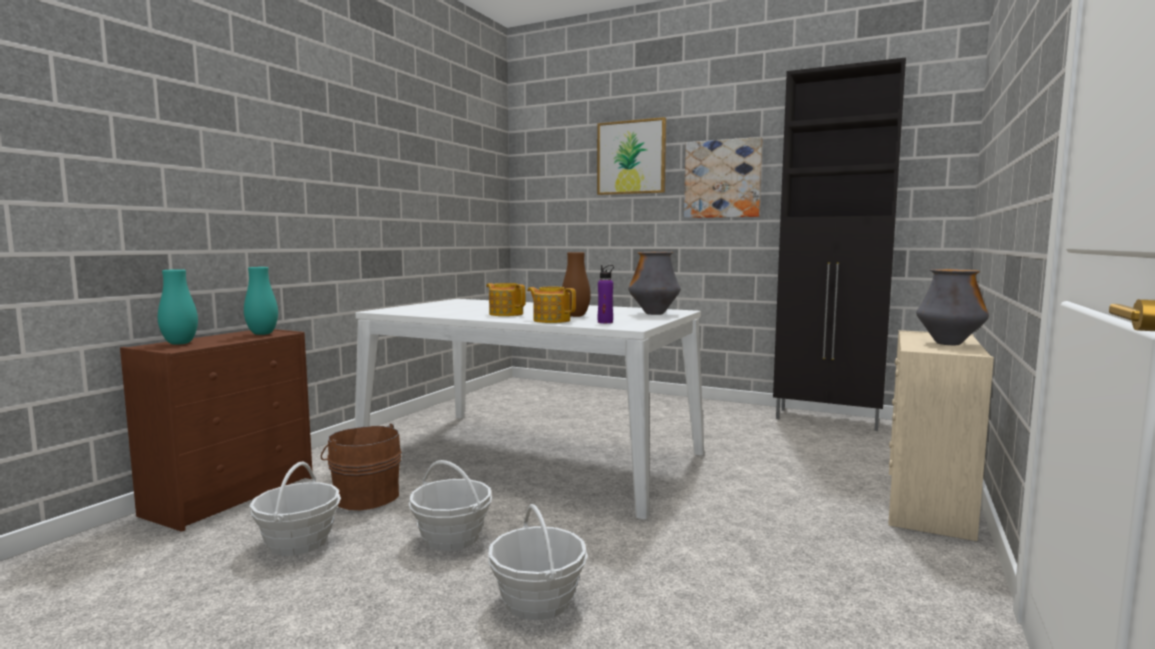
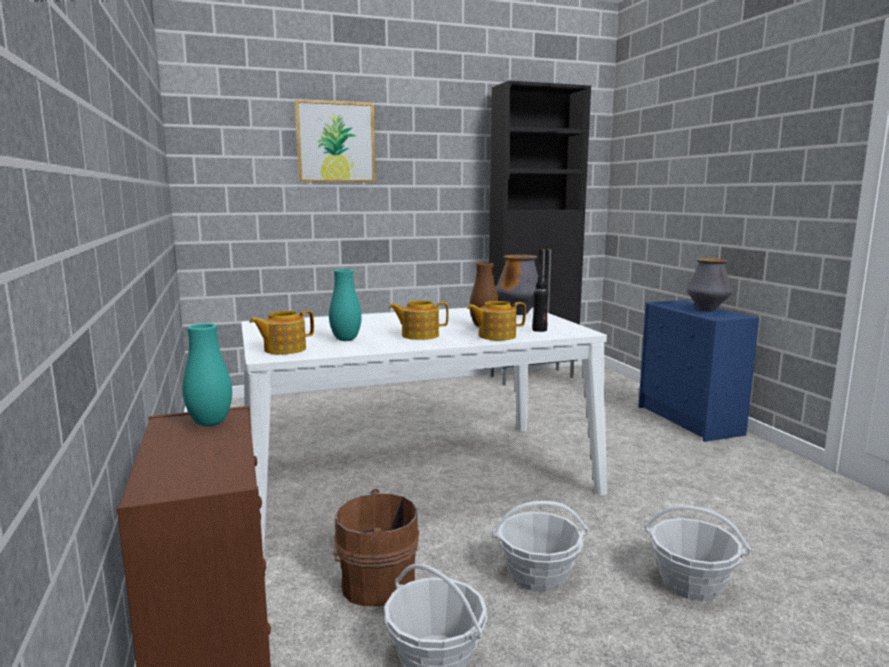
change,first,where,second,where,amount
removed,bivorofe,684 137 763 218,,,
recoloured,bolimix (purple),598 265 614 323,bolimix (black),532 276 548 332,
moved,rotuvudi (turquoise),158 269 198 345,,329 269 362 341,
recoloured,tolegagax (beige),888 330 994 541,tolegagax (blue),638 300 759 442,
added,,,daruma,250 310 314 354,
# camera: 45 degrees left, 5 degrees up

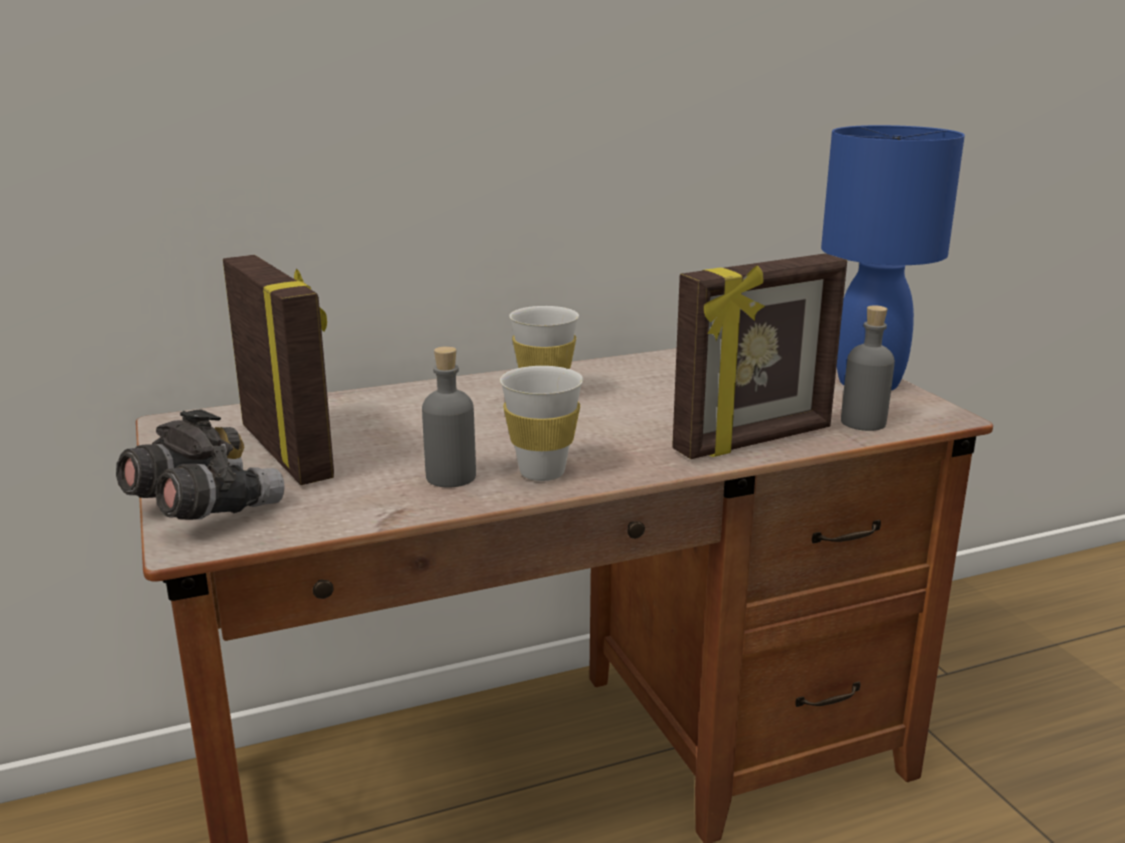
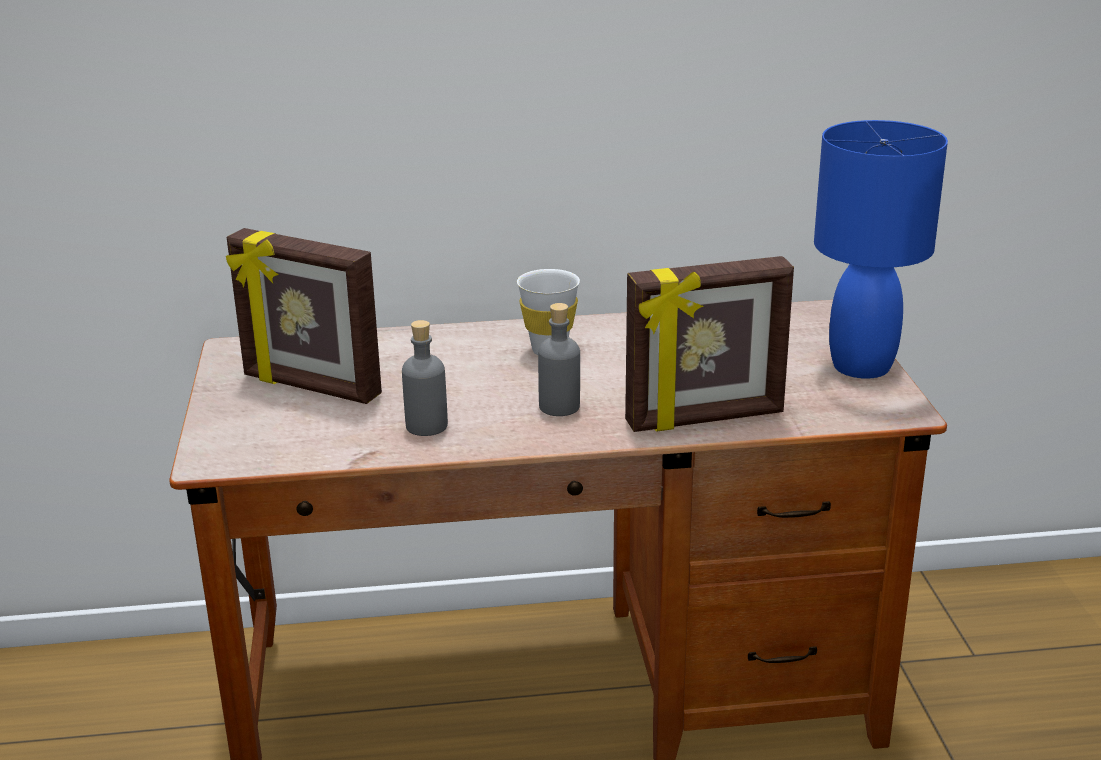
change,first,where,second,where,amount
turned,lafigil,223 255 334 485,,226 228 382 404,135 degrees clockwise
moved,bolimix (grey),841 305 895 431,,538 303 580 416,
removed,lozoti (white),500 366 583 481,,,
removed,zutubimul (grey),116 409 285 520,,,
# camera: 15 degrees right, 5 degrees up

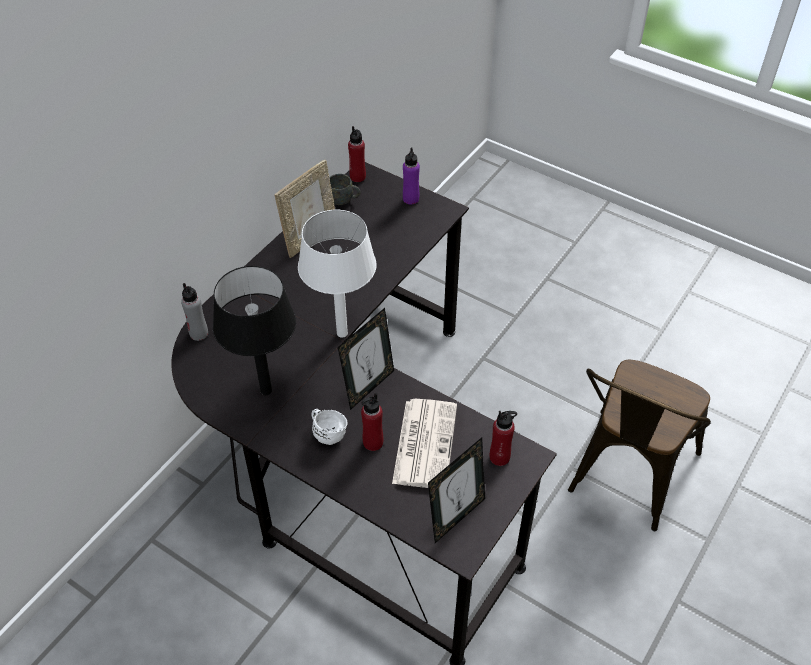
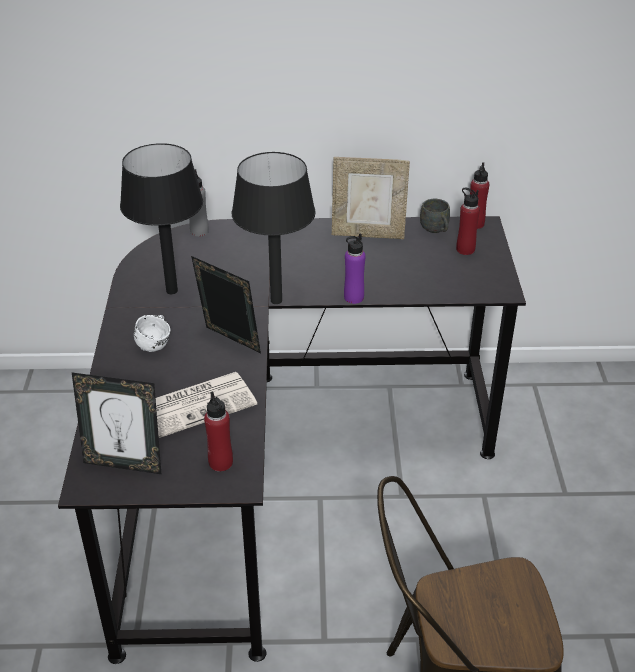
change,first,where,second,where,amount
moved,bolimix (purple),403 147 420 204,,344 233 366 304,
recoloured,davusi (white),298 210 376 338,davusi (black),232 152 316 304,
turned,lafigil,338 308 394 410,,191 256 261 353,150 degrees counterclockwise
moved,bolimix (red),361 393 384 451,,456 188 480 255,
# camera: 55 degrees right, 10 degrees down

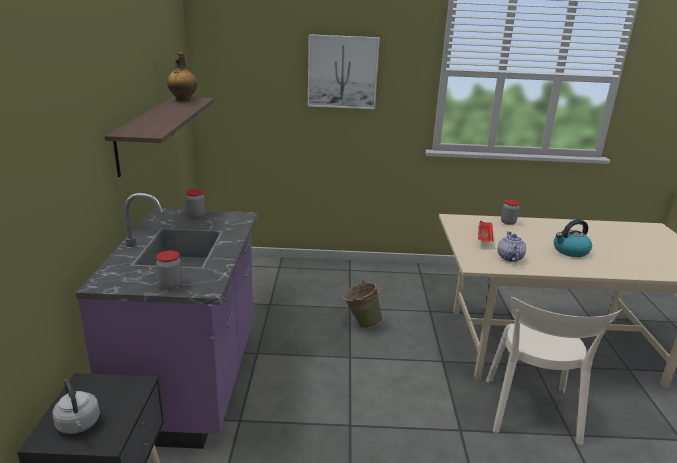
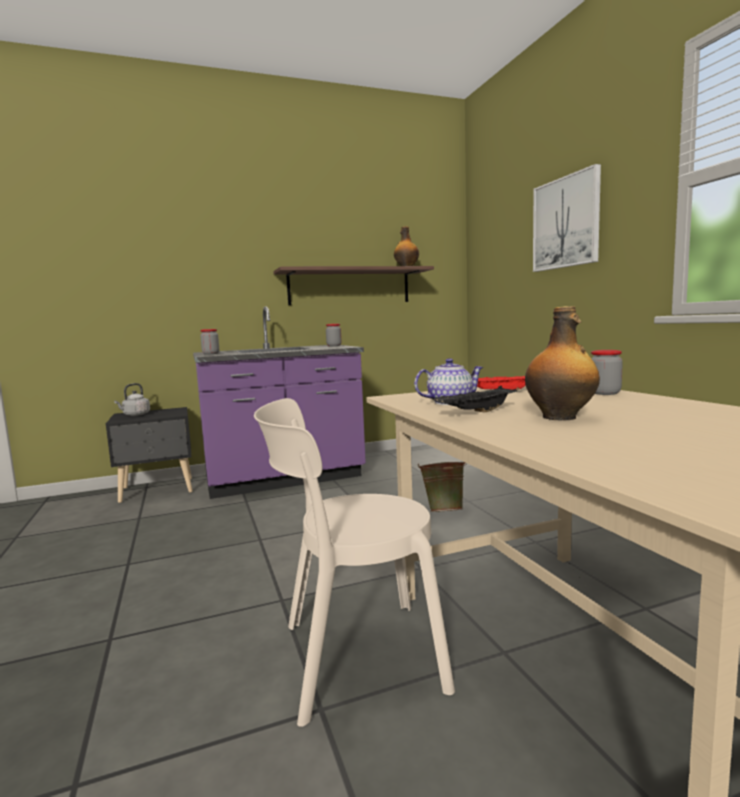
change,first,where,second,where,amount
replaced,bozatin,554 219 592 257,bolimix,525 306 600 421,
added,,,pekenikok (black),432 386 517 413,
# camera: 70 degrees right, 15 degrees down

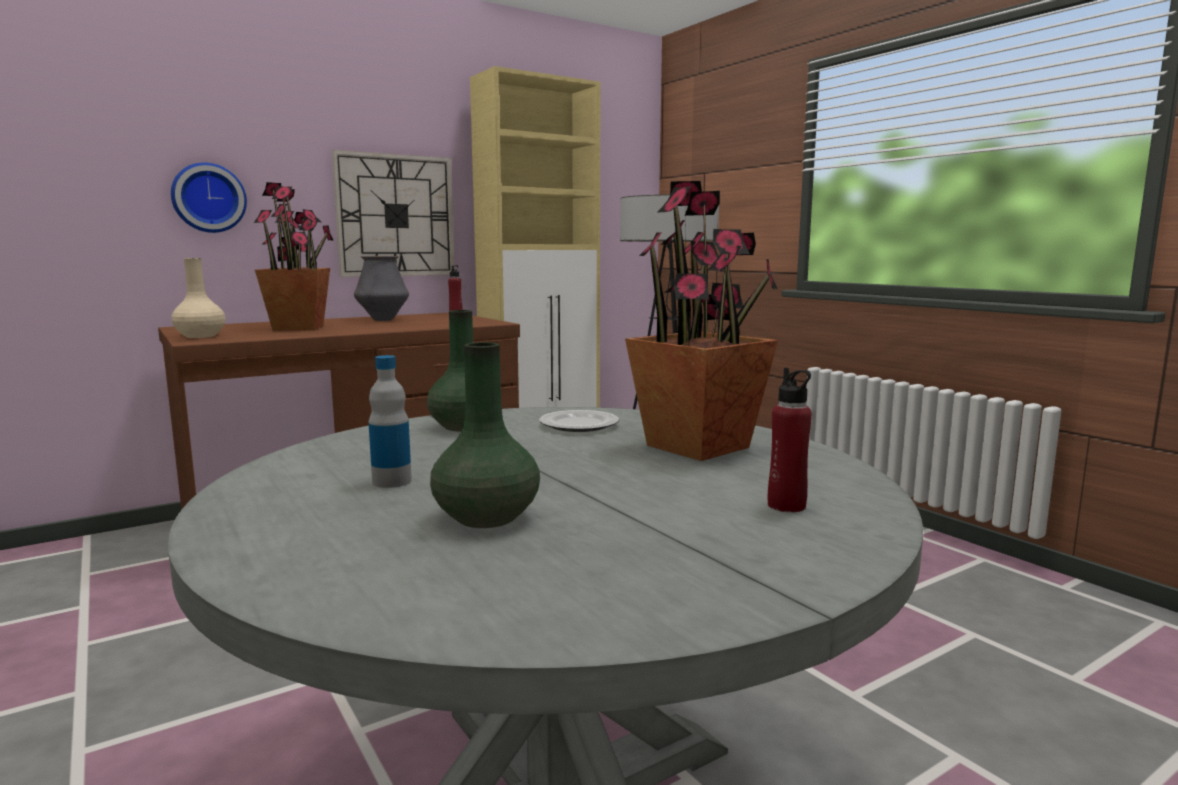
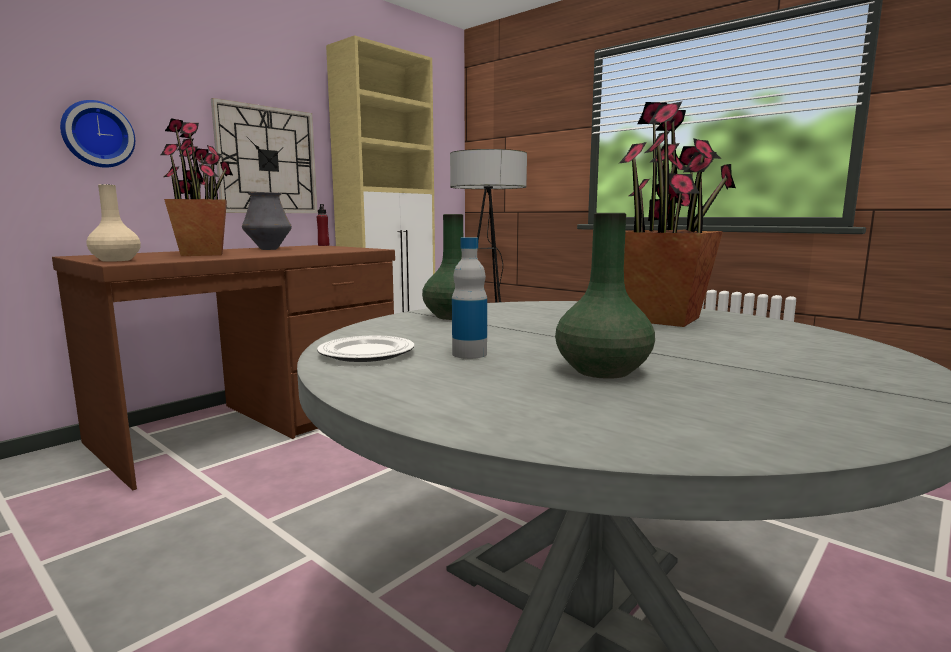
change,first,where,second,where,amount
removed,bolimix (red),768 368 812 512,,,
moved,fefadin,539 410 619 432,,317 335 414 362,
# camera: 15 degrees left, 0 degrees up

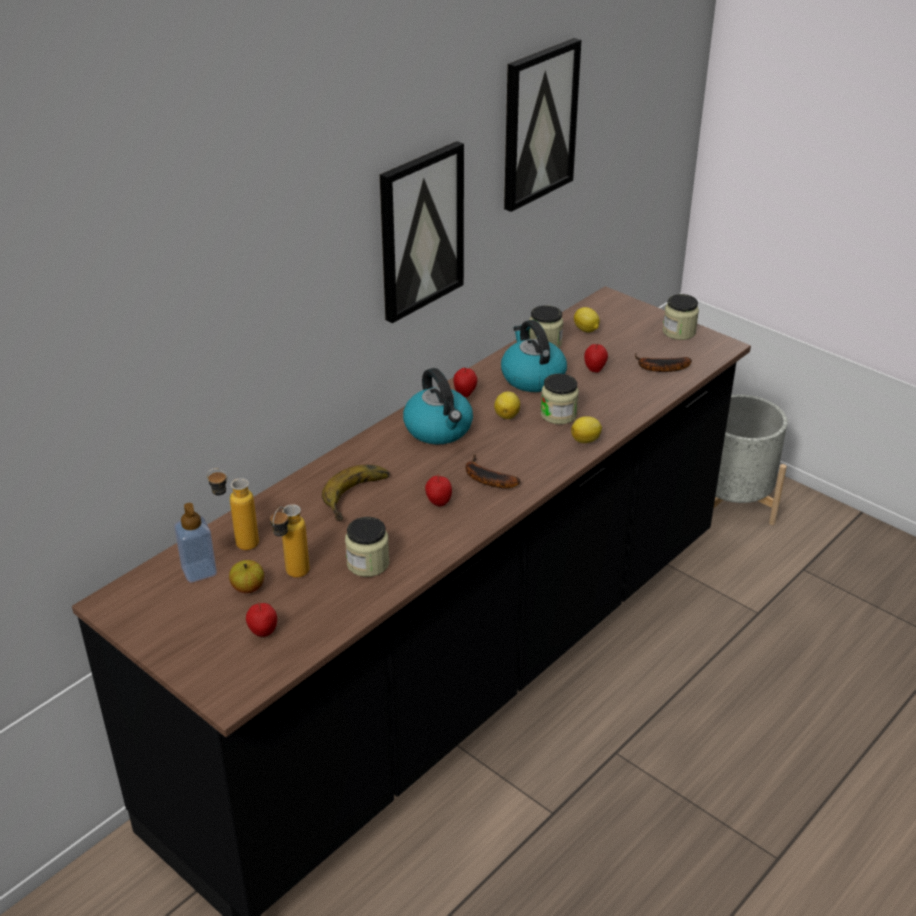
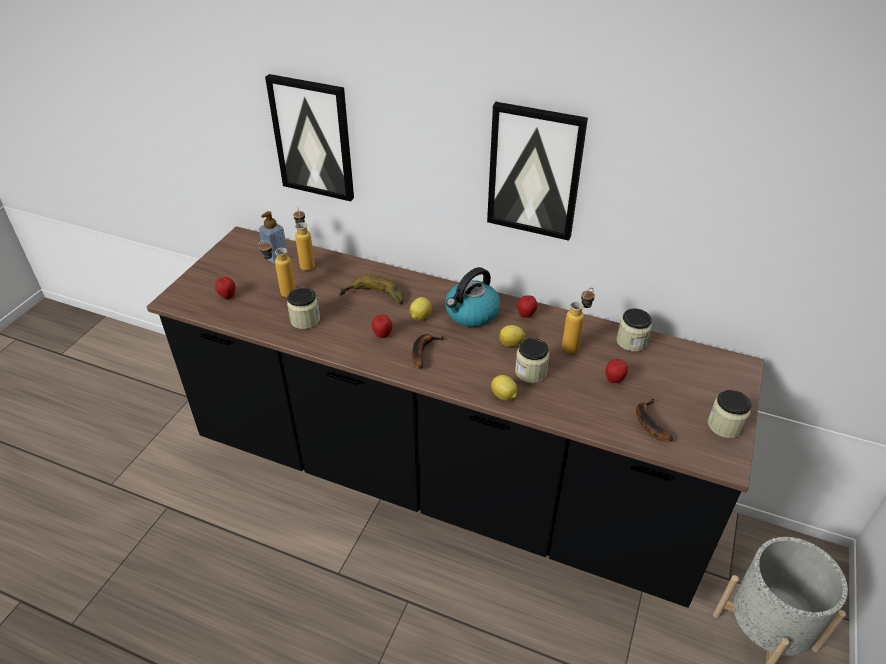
change,first,where,second,where,amount
moved,bivorofe,504 38 581 212,,265 74 354 201,
moved,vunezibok,574 307 600 333,,409 297 432 320,
replaced,bozatin,501 320 567 392,bolimix,562 288 595 354,
removed,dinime,229 560 264 593,,,
# camera: 70 degrees right, 5 degrees up

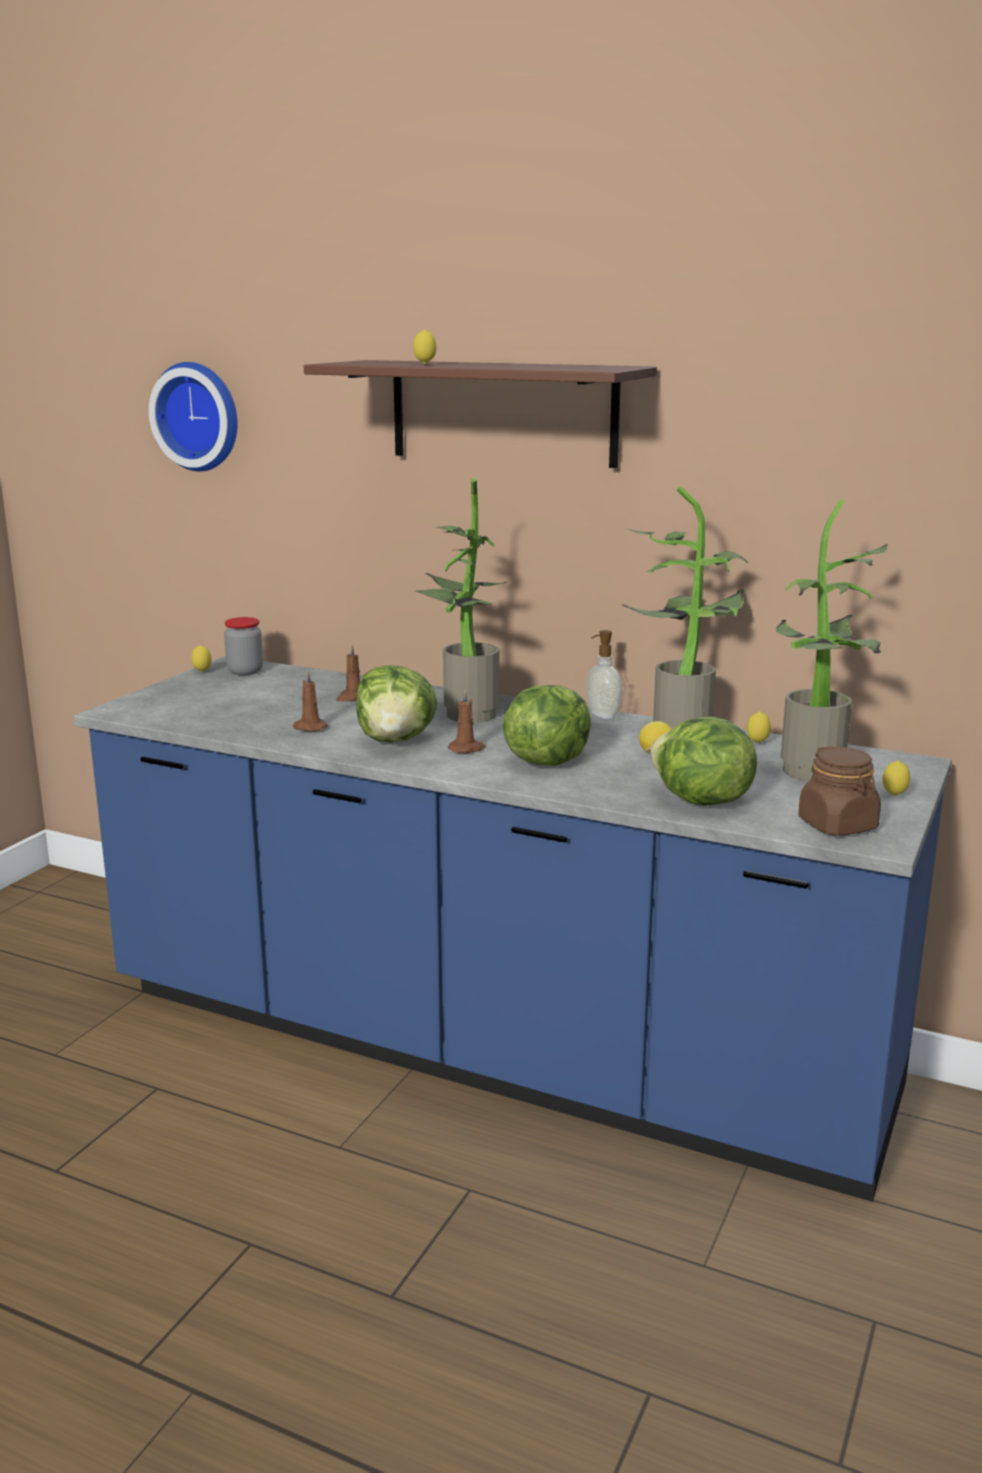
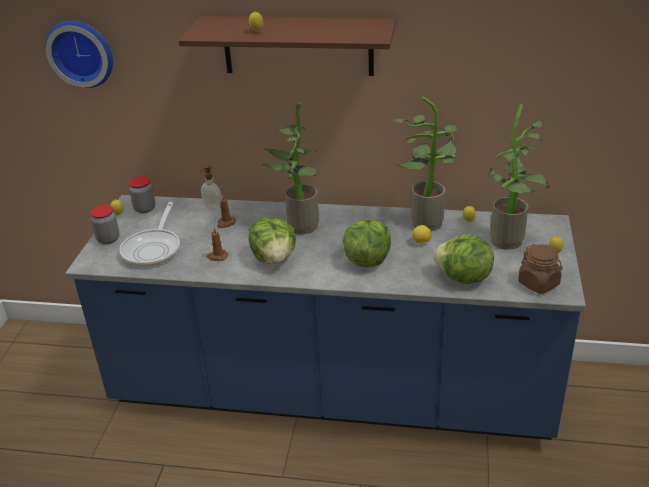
change,first,where,second,where,amount
moved,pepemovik,586 630 622 719,,200 165 222 211,
removed,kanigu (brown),448 689 485 753,,,
added,,,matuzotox,119 202 180 267,
added,,,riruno,90 205 120 244,
# camera: 15 degrees left, 15 degrees up

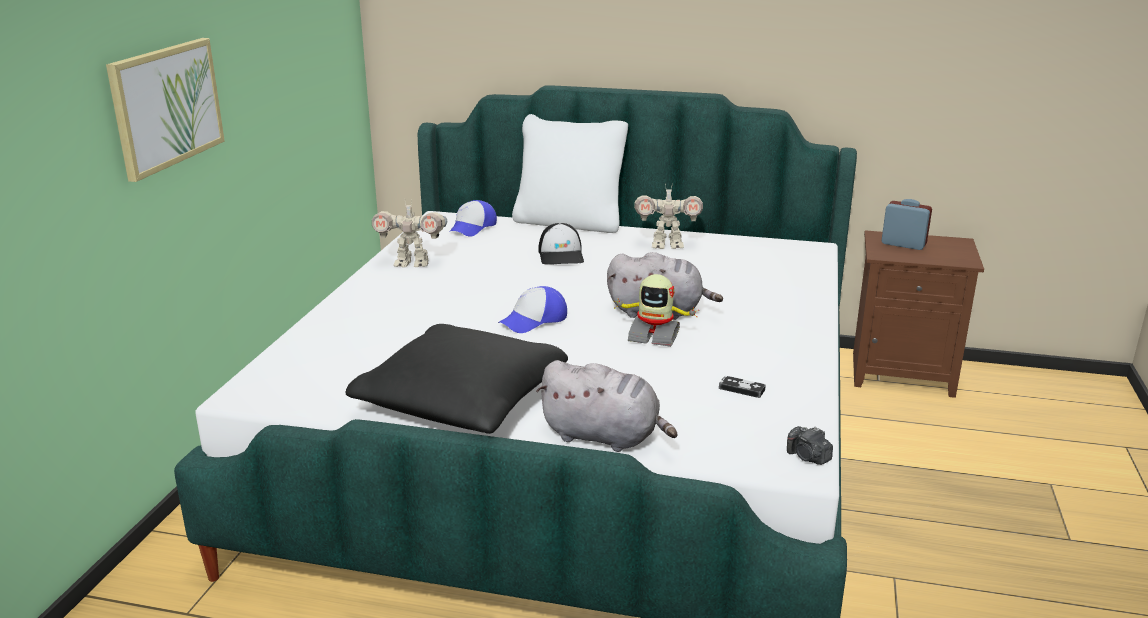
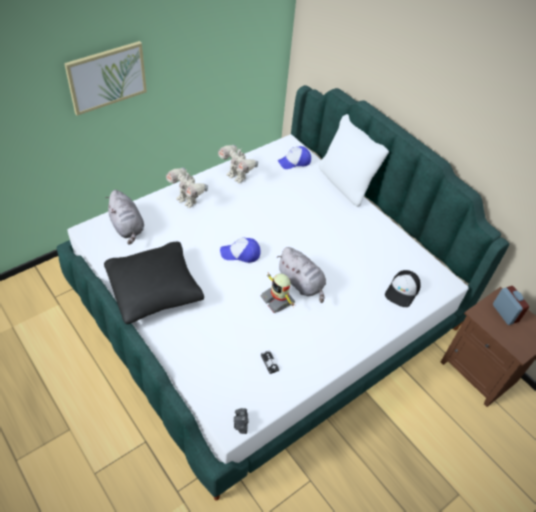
change,first,where,second,where,amount
moved,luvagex,634 183 703 249,,166 168 208 208,
moved,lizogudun,538 223 584 265,,385 270 421 307,
moved,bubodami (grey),536 360 677 452,,105 190 144 245,
# camera: 35 degrees right, 25 degrees up

